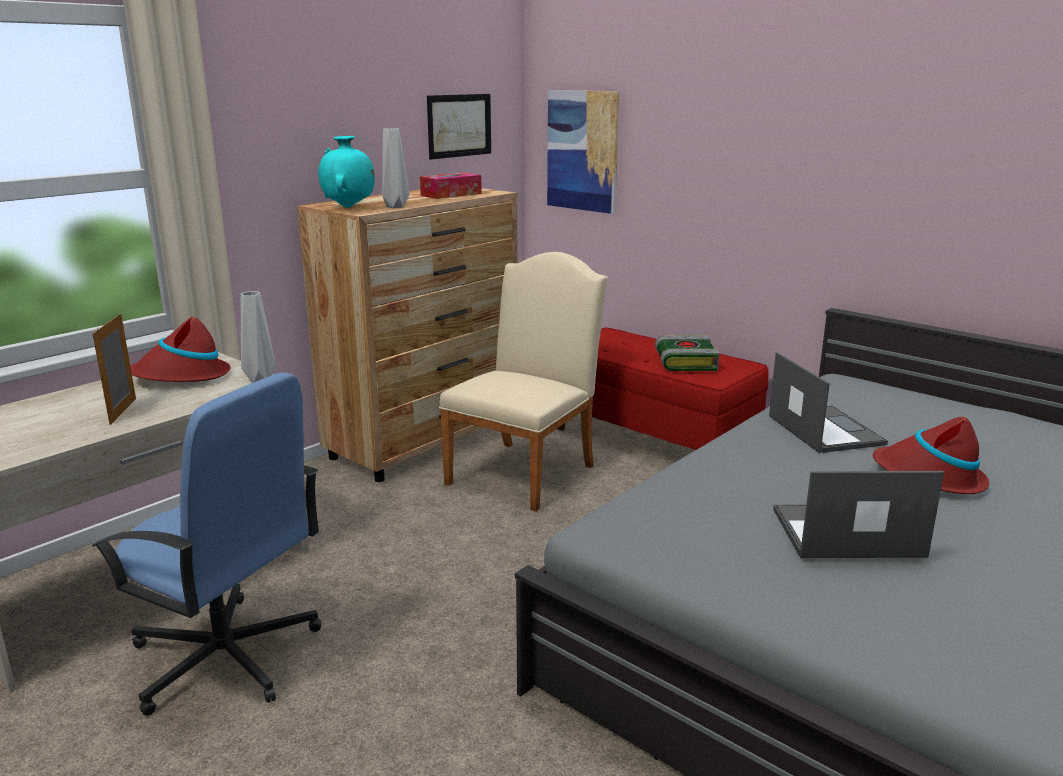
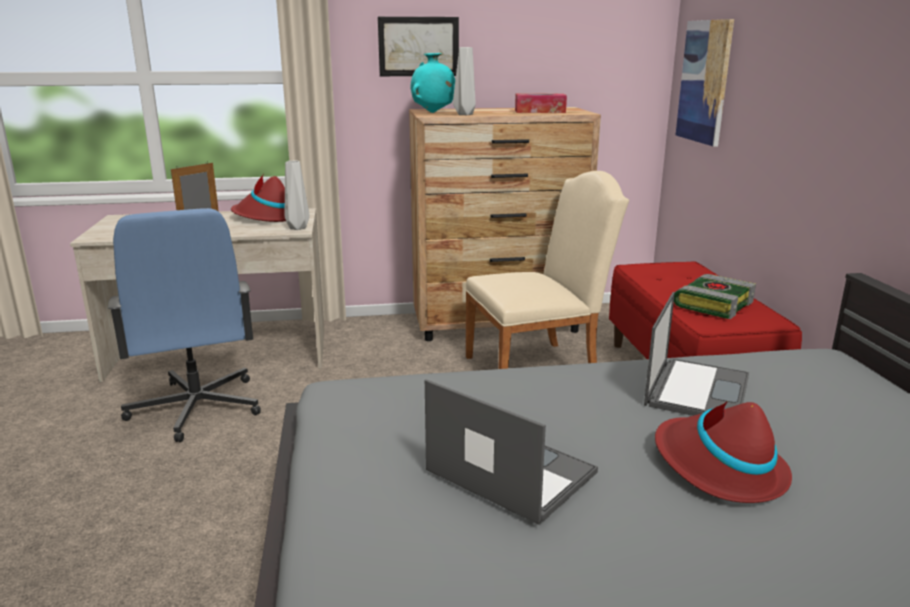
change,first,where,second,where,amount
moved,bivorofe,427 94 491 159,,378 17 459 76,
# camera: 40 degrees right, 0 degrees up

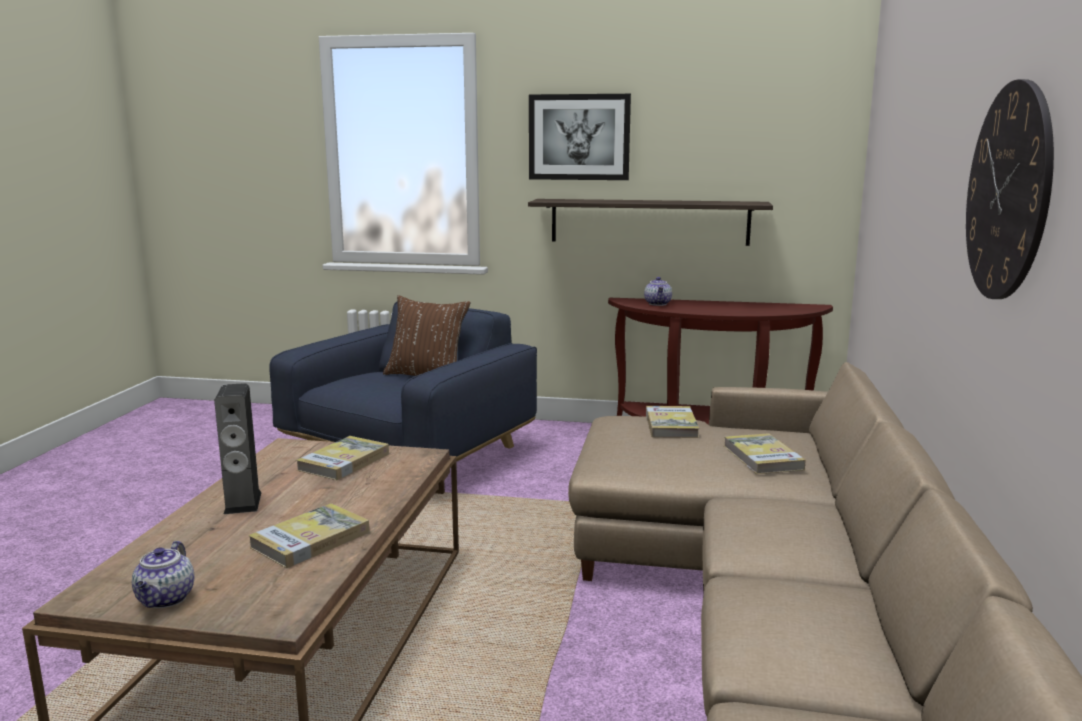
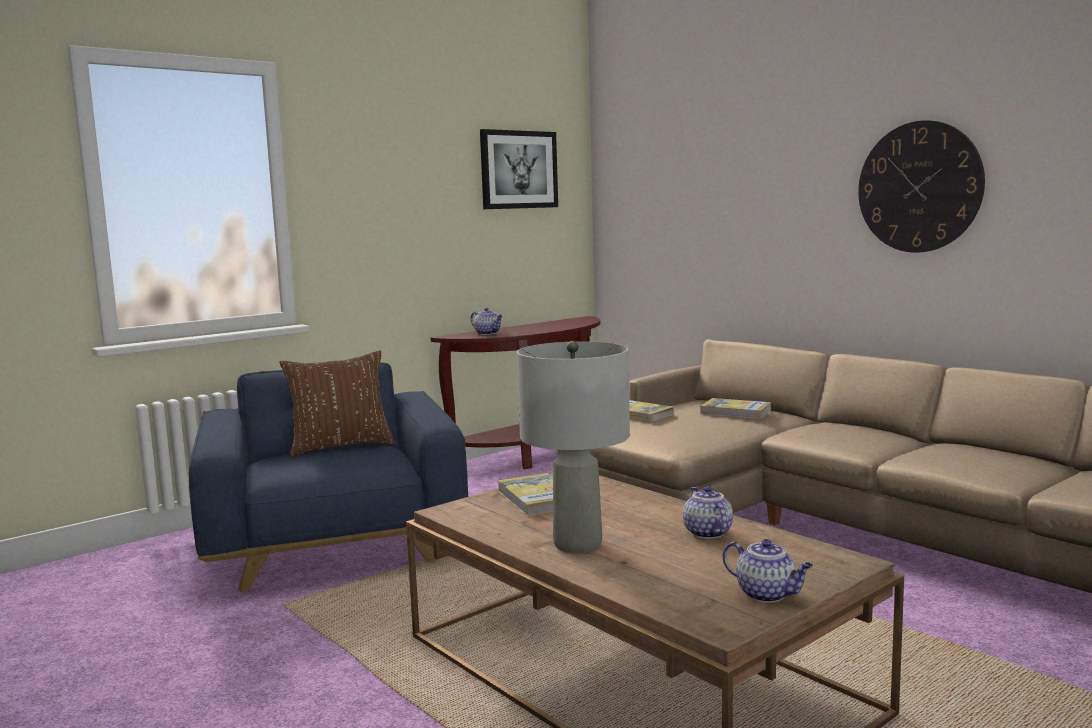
change,first,where,second,where,amount
moved,bivorofe,529 94 631 180,,480 129 558 209,
removed,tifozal,528 199 773 246,,,
replaced,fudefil,214 383 262 514,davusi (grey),517 341 630 553,
replaced,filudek,248 503 370 568,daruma,683 486 733 539,
# camera: 50 degrees left, 5 degrees down

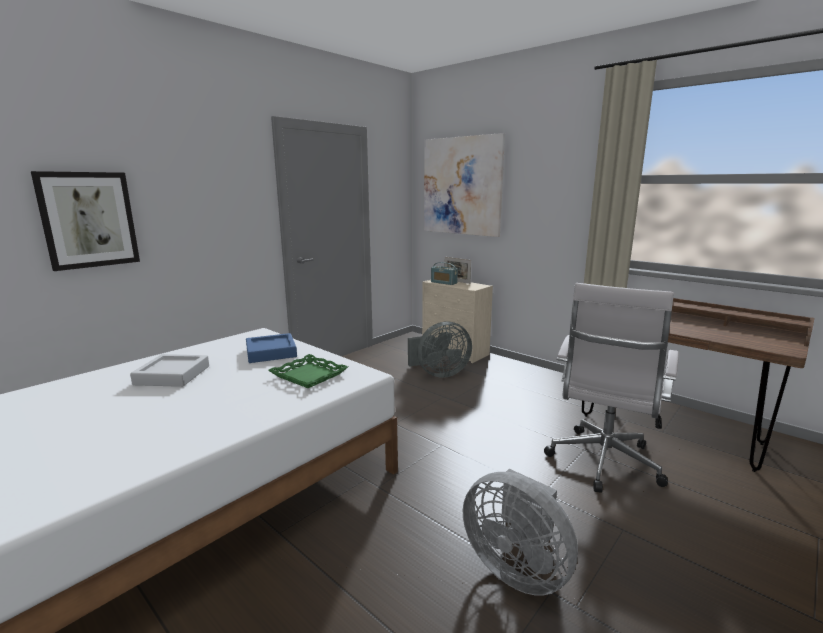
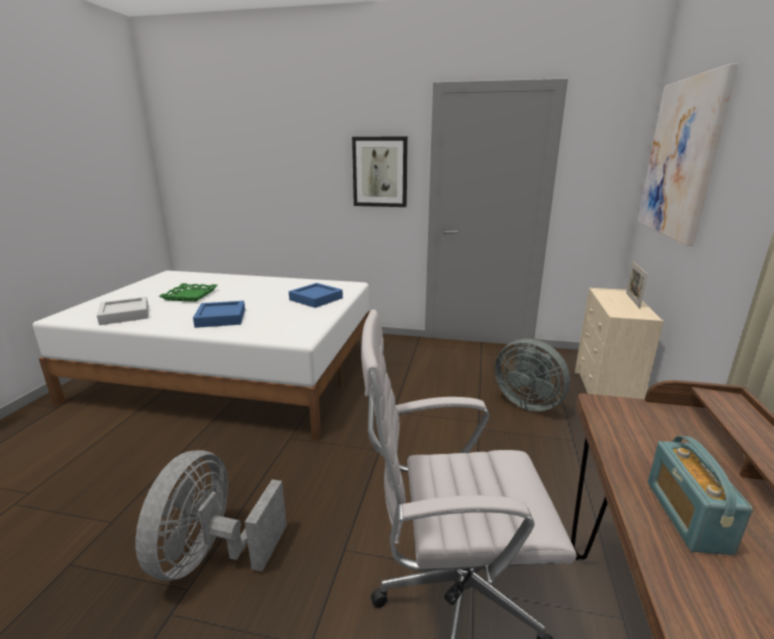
change,first,where,second,where,amount
moved,bivorofe,31 171 140 271,,352 137 408 207,
moved,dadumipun,431 262 458 285,,648 436 753 555,
moved,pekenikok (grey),130 354 209 387,,97 297 149 325,
moved,pekenikok (green),268 354 348 388,,159 283 218 302,
added,,,pekenikok (blue),193 301 245 328,
# camera: 60 degrees right, 5 degrees up

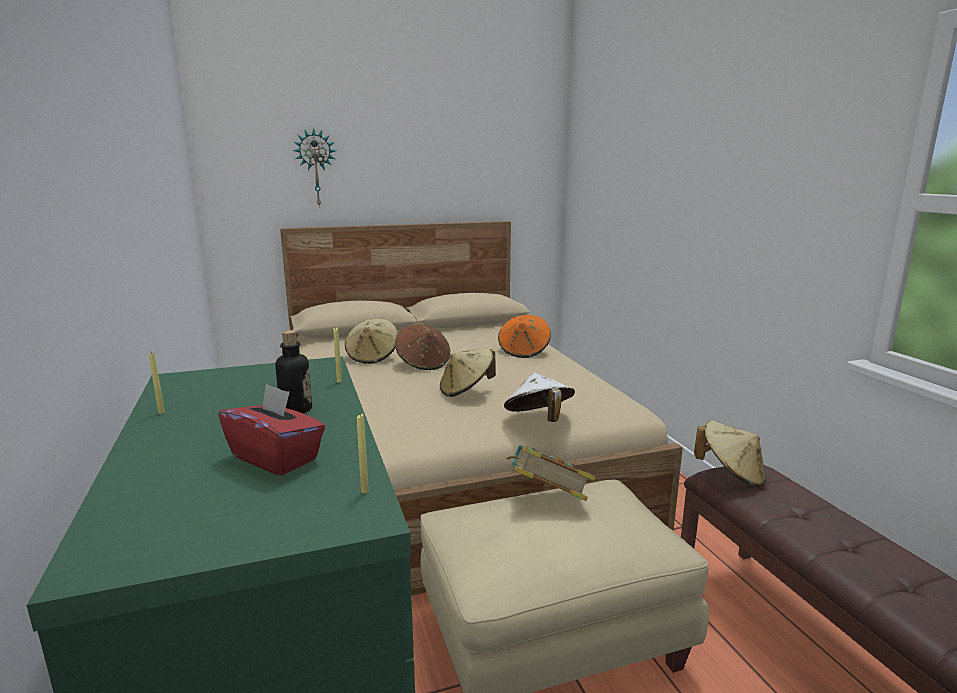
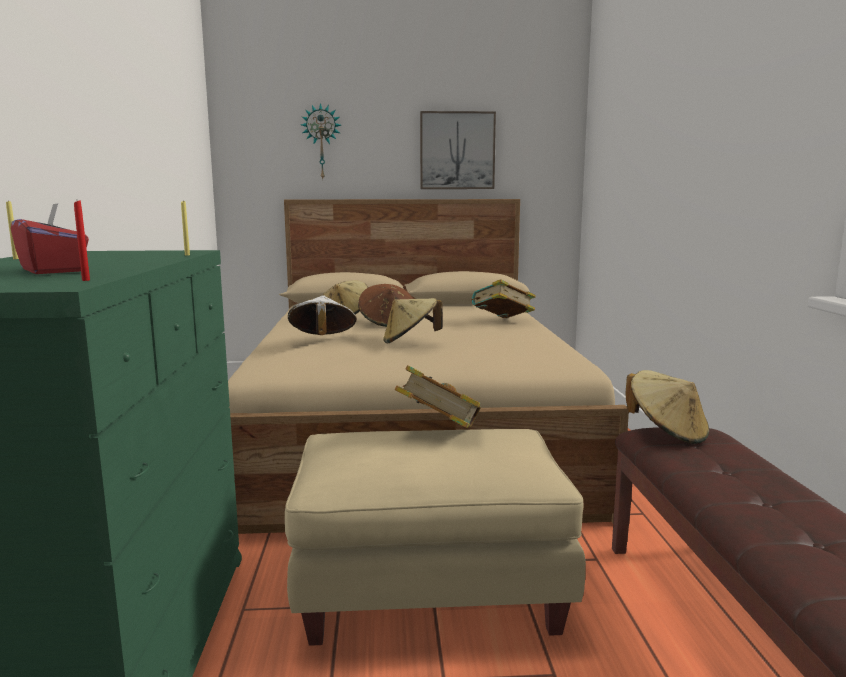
change,first,where,second,where,amount
replaced,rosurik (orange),498 315 551 358,filudek,472 279 536 318,
removed,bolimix,275 330 312 413,,,
moved,rosurik (white),504 372 575 422,,288 296 357 335,
recoloured,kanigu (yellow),357 414 369 493,kanigu (red),74 200 90 281,
added,,,bivorofe,420 111 496 189,
# camera: 15 degrees right, 5 degrees down

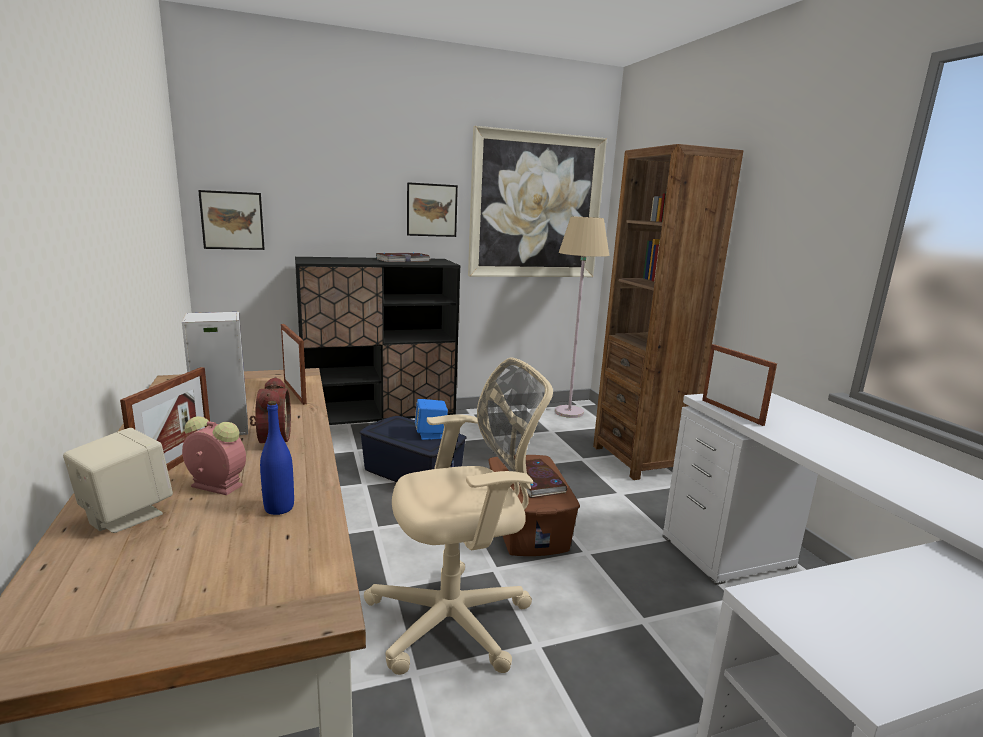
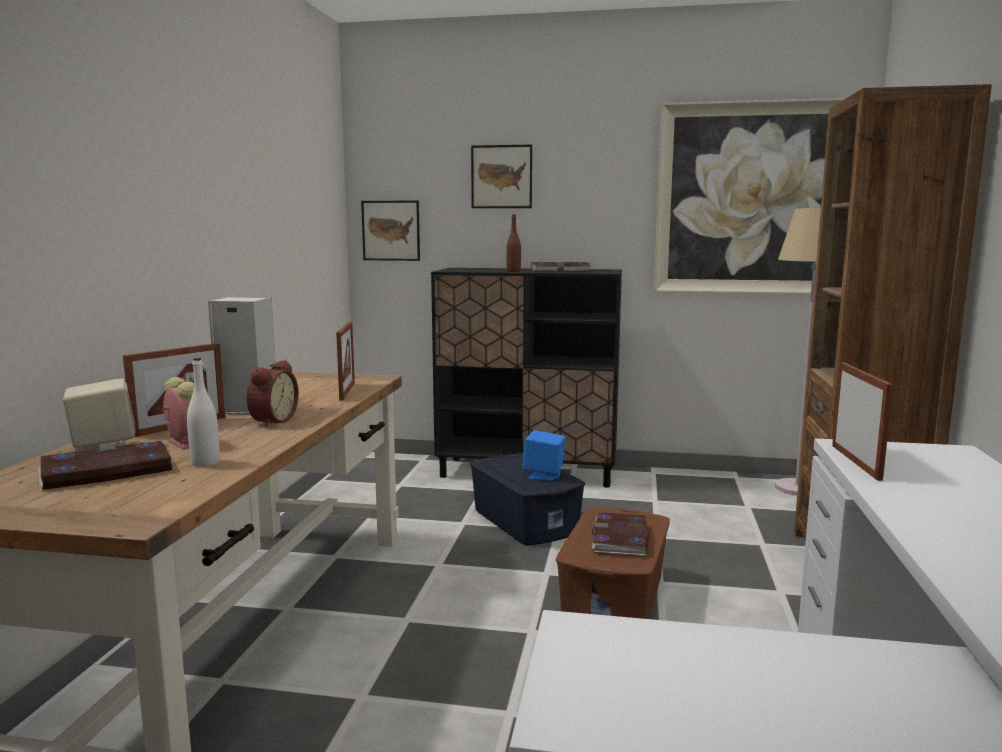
change,first,where,second,where,amount
moved,bivorofe,407 182 458 237,,471 145 532 208,
removed,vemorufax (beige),364 358 553 675,,,
recoloured,bolimix (blue),260 401 294 515,bolimix (white),187 358 219 467,
added,,,bolimix (brown),506 215 521 272,
added,,,filudek,37 441 173 490,
# camera: 30 degrees right, 5 degrees down

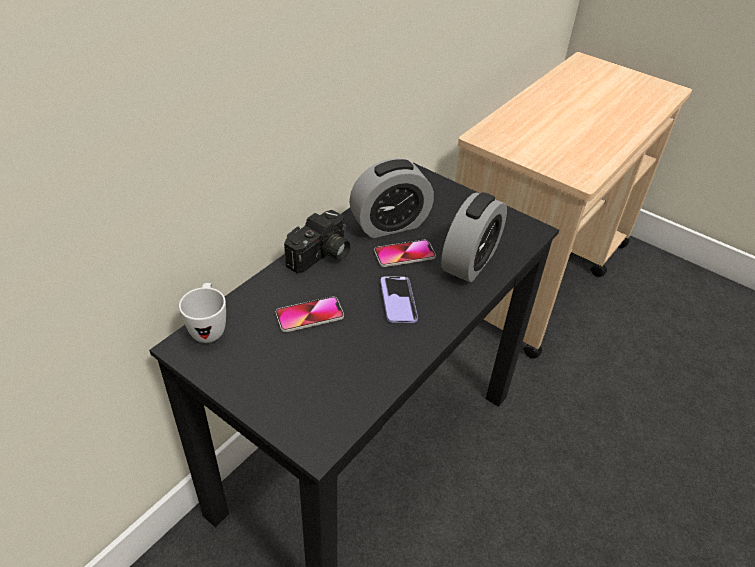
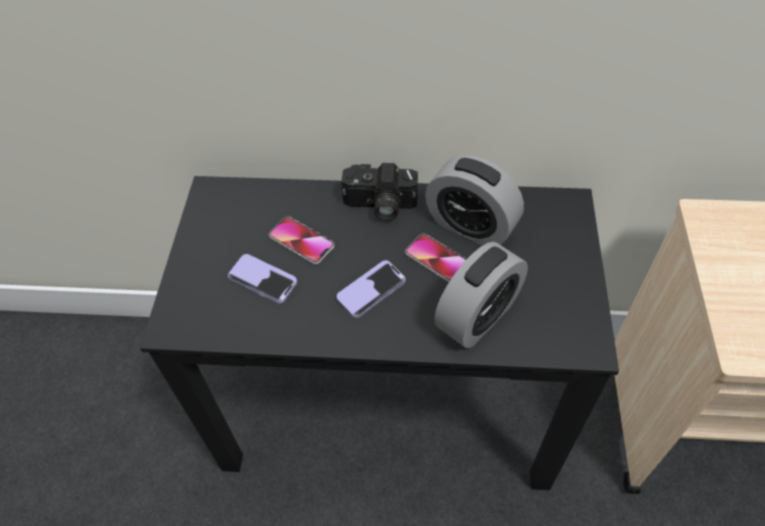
change,first,where,second,where,amount
turned,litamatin,441 192 507 282,,434 242 528 348,45 degrees counterclockwise
removed,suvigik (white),179 283 226 343,,,
added,,,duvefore,228 254 297 304,
# camera: 60 degrees right, 10 degrees up

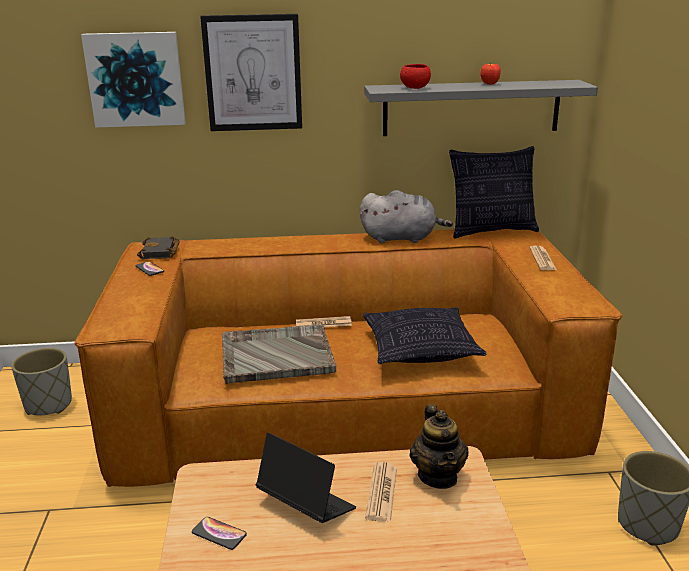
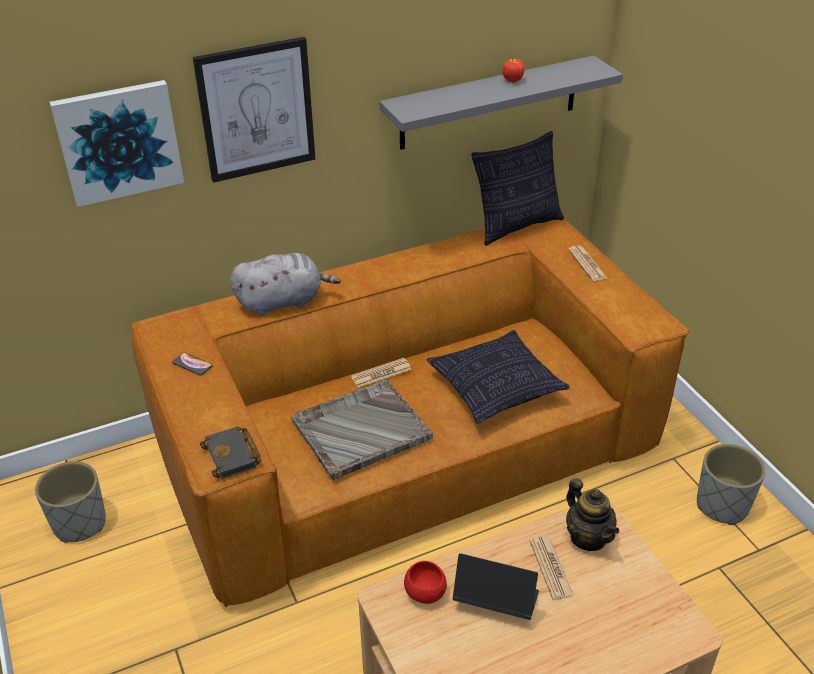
change,first,where,second,where,amount
moved,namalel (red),400 64 431 89,,404 561 447 604,
moved,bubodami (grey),360 190 453 243,,230 253 341 316,
moved,filudek (black),137 236 180 259,,200 426 262 479,
removed,duvefore,192 517 247 550,,,
# camera: 20 degrees left, 15 degrees up

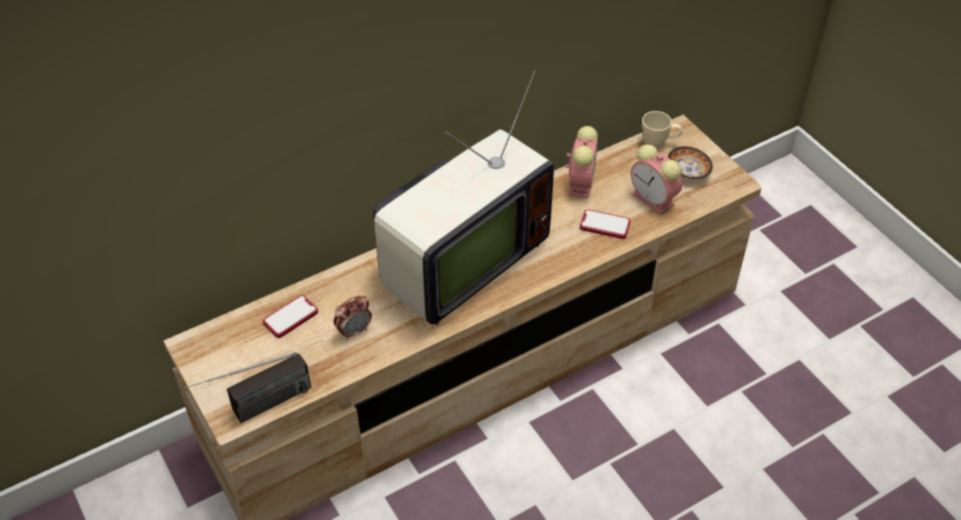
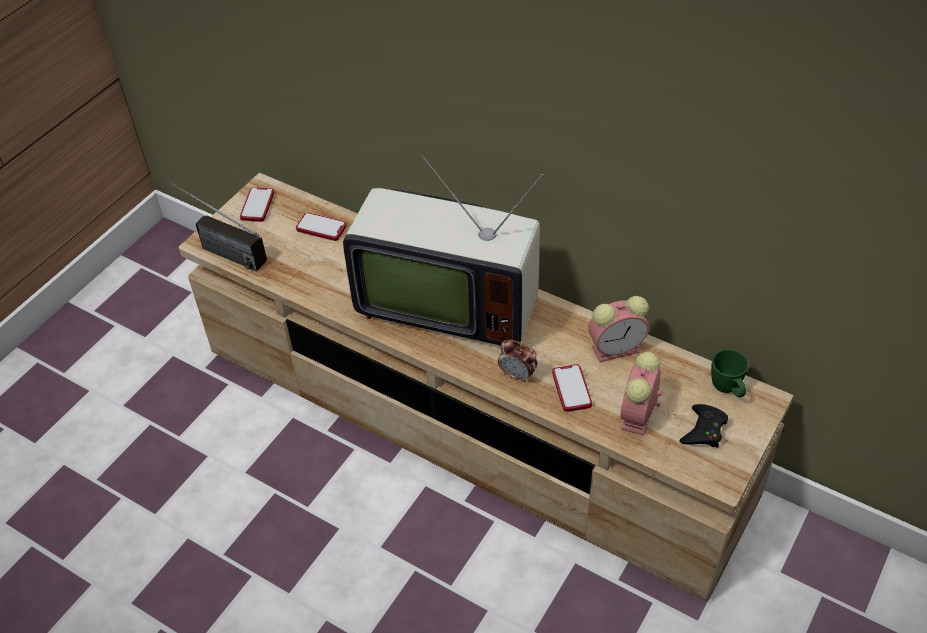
change,first,where,second,where,amount
recoloured,suvigik (beige),642 111 682 148,suvigik (green),711 349 749 397,
replaced,namalel,668 146 713 179,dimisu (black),679 404 728 448,
moved,litamatin,333 296 372 340,,498 340 537 383,
added,,,duvefore,240 187 274 222,
# camera: 65 degrees right, 0 degrees up

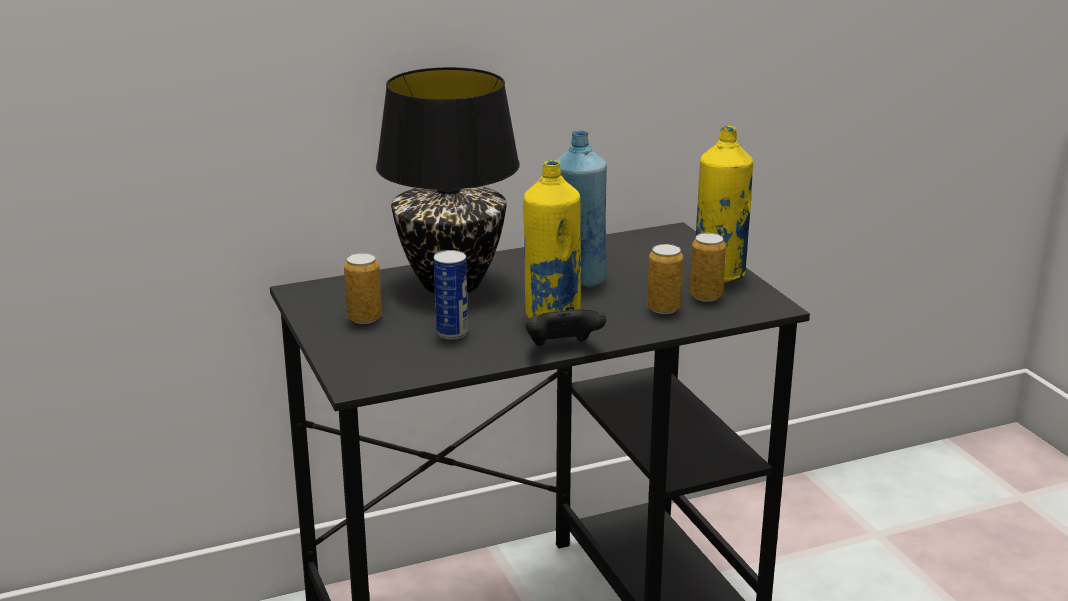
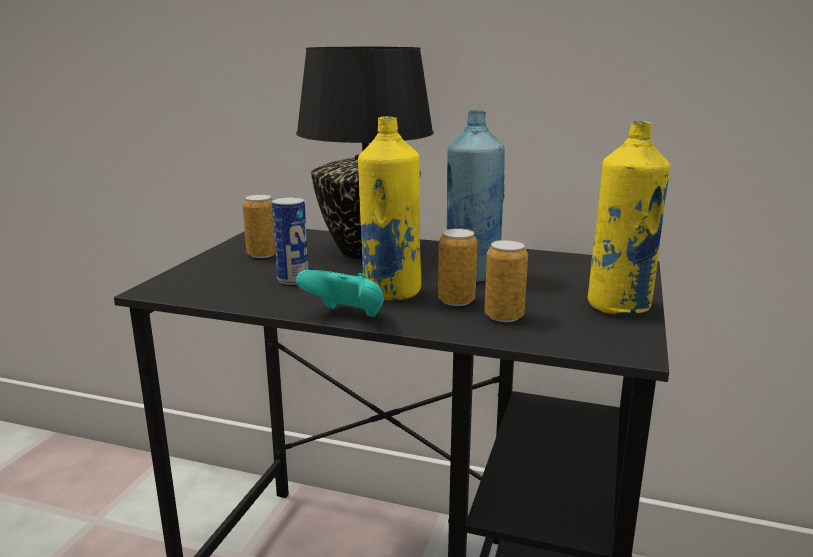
change,first,where,second,where,amount
moved,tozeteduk,689 233 726 302,,438 228 478 306,
recoloured,dimisu (black),526 306 606 346,dimisu (turquoise),296 270 384 317,
# camera: 40 degrees right, 5 degrees down

